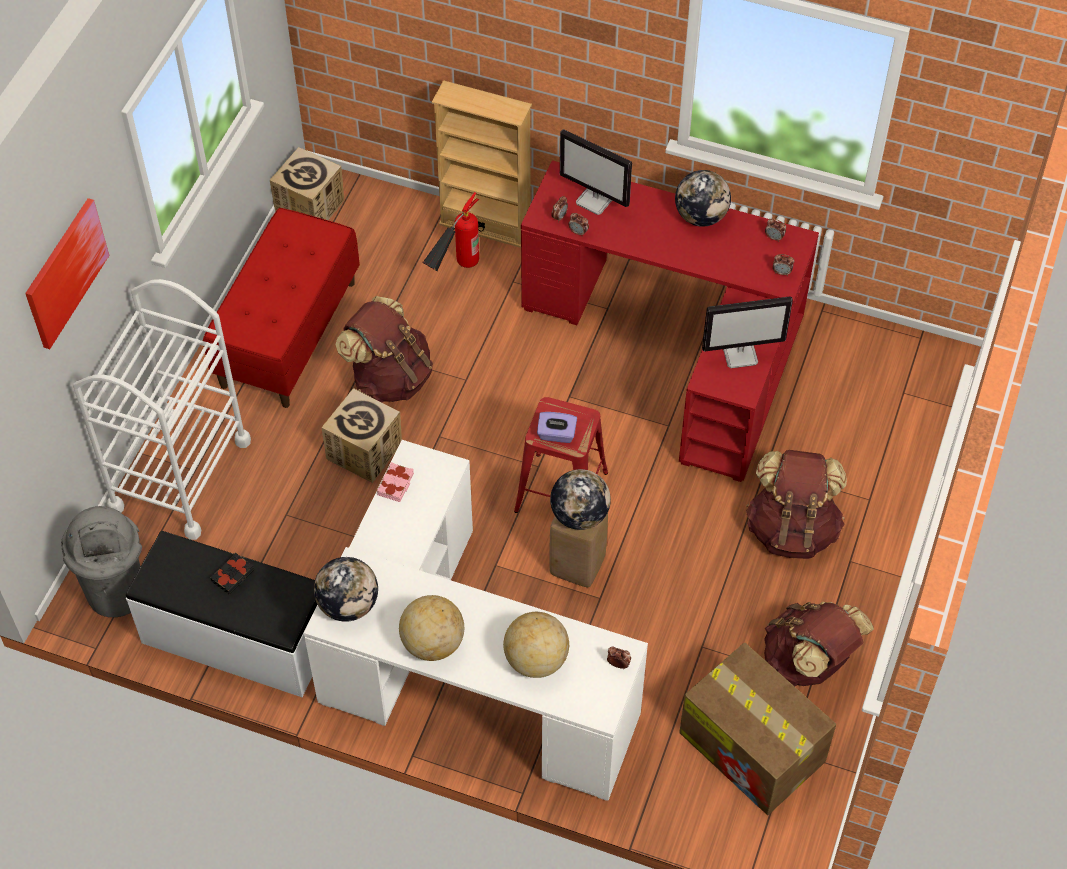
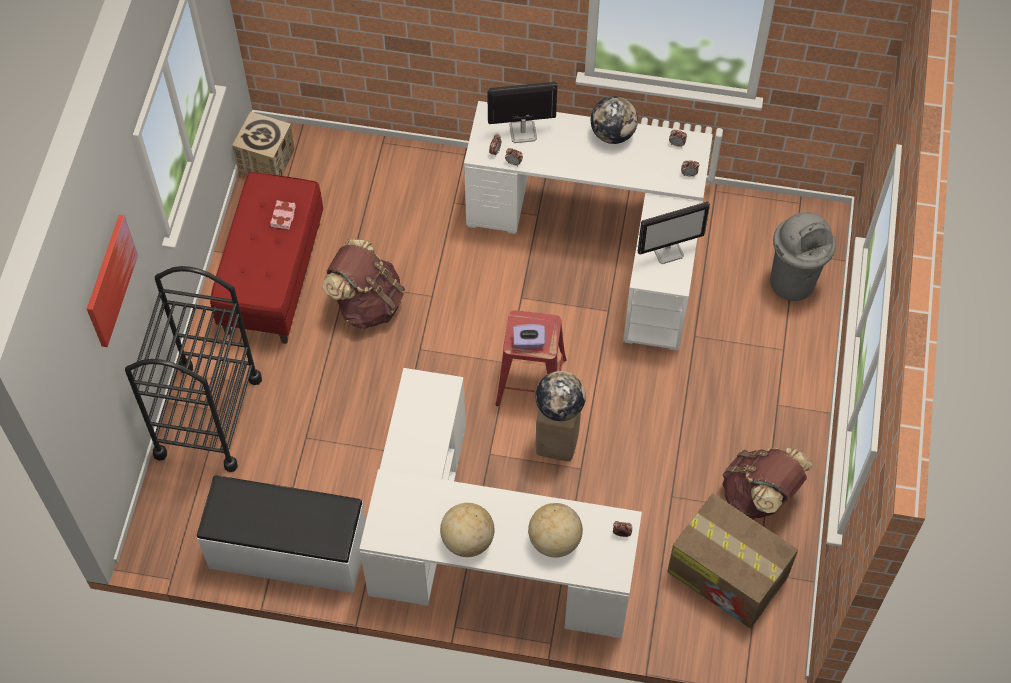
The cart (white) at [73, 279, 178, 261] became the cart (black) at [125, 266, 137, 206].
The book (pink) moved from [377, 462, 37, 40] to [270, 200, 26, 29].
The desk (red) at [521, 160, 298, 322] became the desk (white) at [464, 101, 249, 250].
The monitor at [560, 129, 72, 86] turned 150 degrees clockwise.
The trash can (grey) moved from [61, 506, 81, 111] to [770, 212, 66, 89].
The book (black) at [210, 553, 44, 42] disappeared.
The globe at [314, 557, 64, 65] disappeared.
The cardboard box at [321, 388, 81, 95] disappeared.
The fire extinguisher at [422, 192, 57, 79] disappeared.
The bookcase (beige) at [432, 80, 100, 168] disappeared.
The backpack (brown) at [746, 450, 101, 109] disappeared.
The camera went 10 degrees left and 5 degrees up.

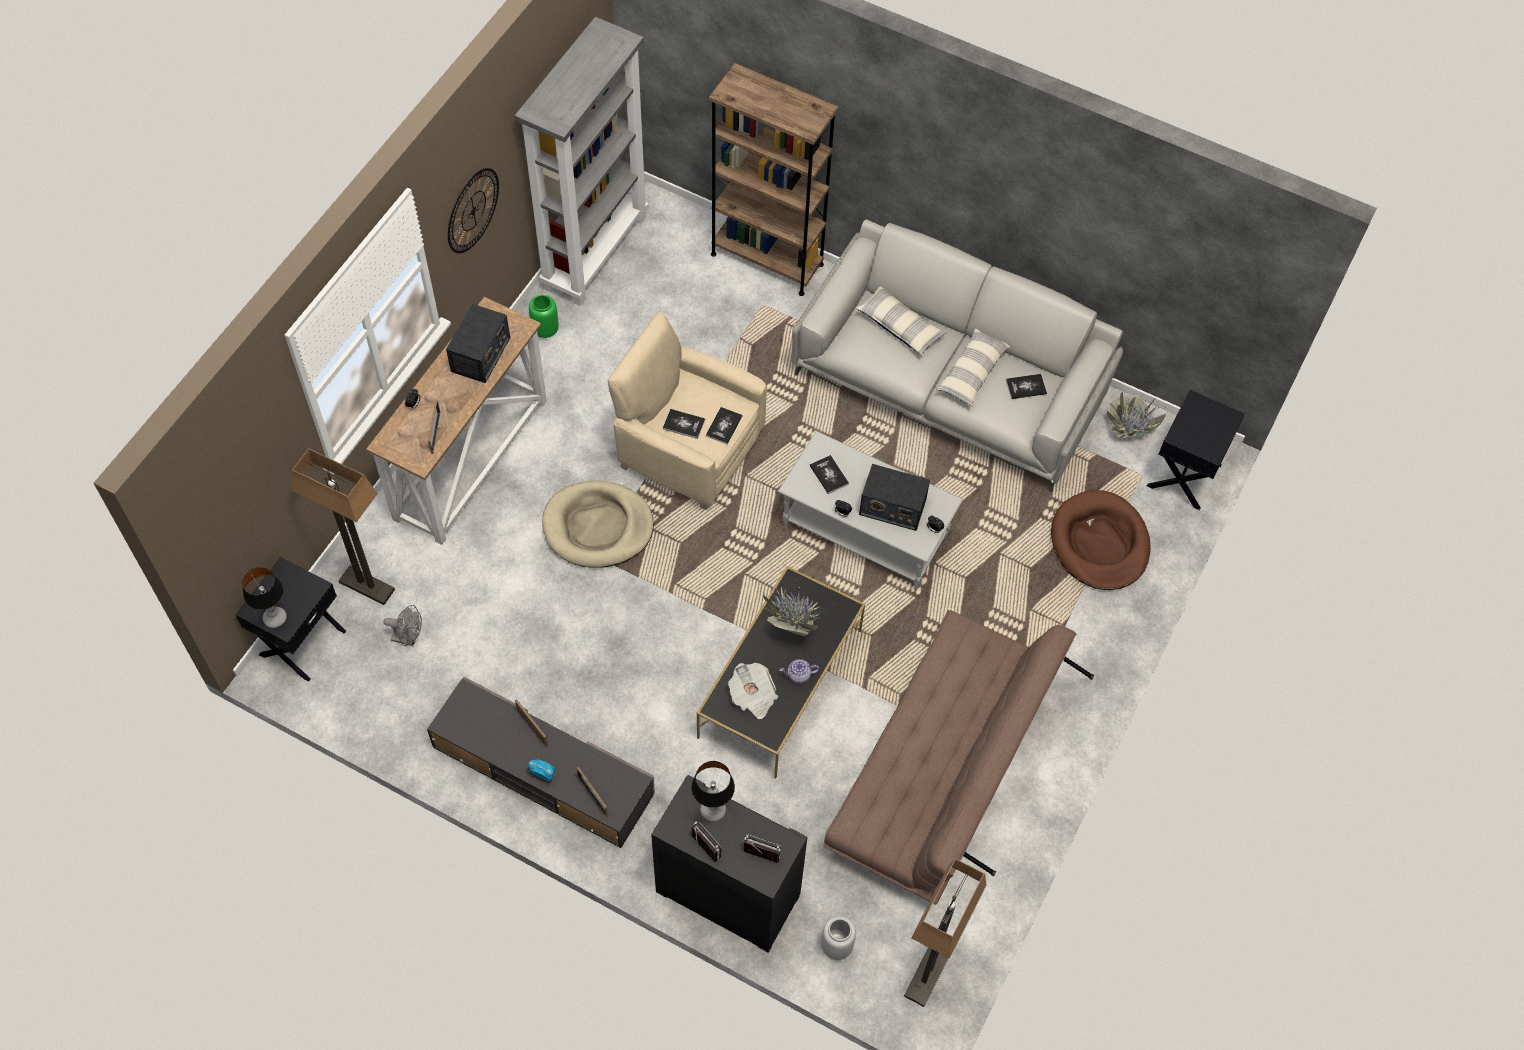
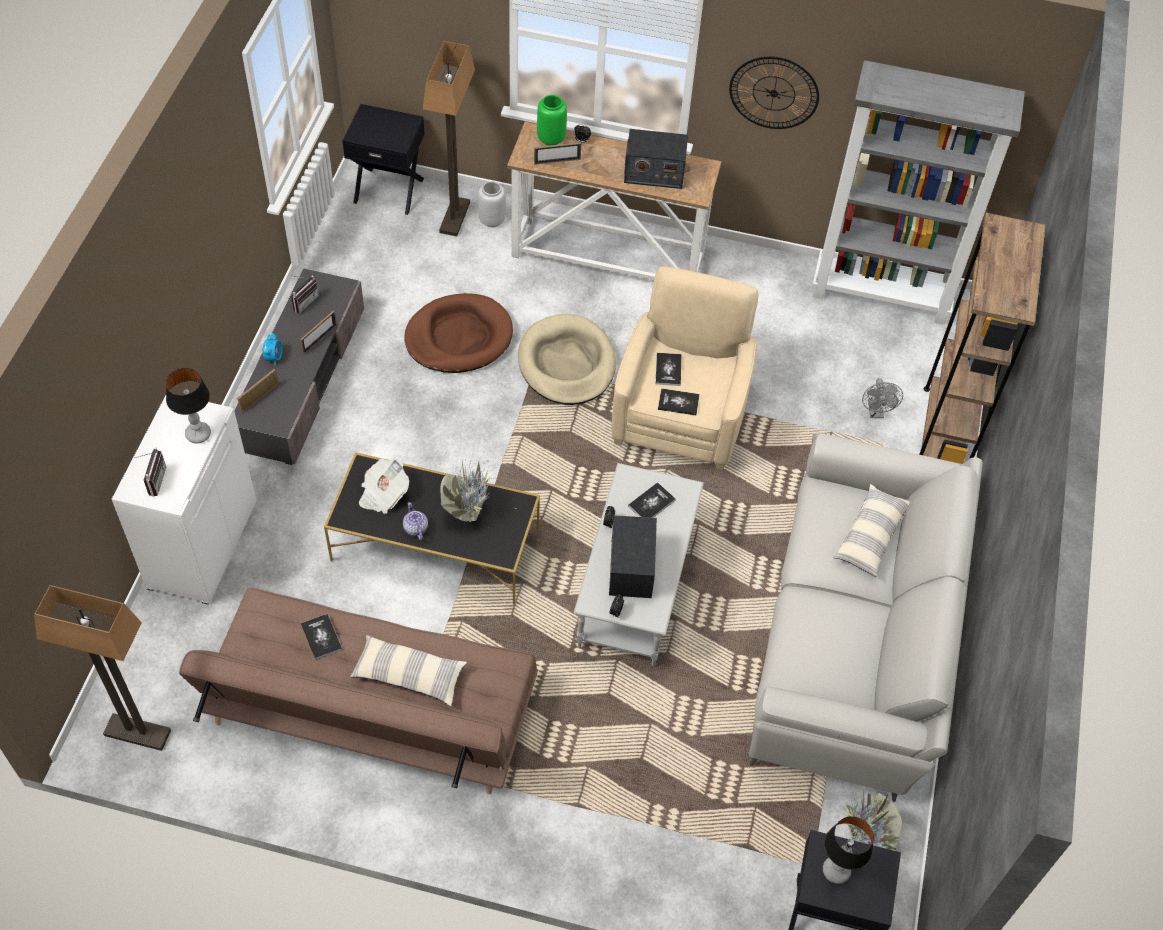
The cabinet (black) at [651, 775, 156, 178] became the cabinet (white) at [112, 395, 145, 210].
The radio moved from [691, 822, 30, 40] to [291, 276, 28, 38].
The book moved from [1006, 374, 41, 25] to [301, 614, 41, 46].
The pillow moved from [936, 328, 74, 79] to [350, 635, 117, 71].
The dog bed (brown) moved from [1051, 490, 100, 100] to [404, 293, 109, 80].
The vase (grey) moved from [821, 916, 35, 44] to [478, 181, 28, 46].
The vase (green) moved from [529, 295, 30, 43] to [537, 95, 30, 51].
The table lamp moved from [242, 567, 45, 61] to [823, 816, 51, 68].
The fan (grey) moved from [383, 605, 39, 41] to [862, 378, 41, 40].
The camera went 75 degrees right and 5 degrees down.

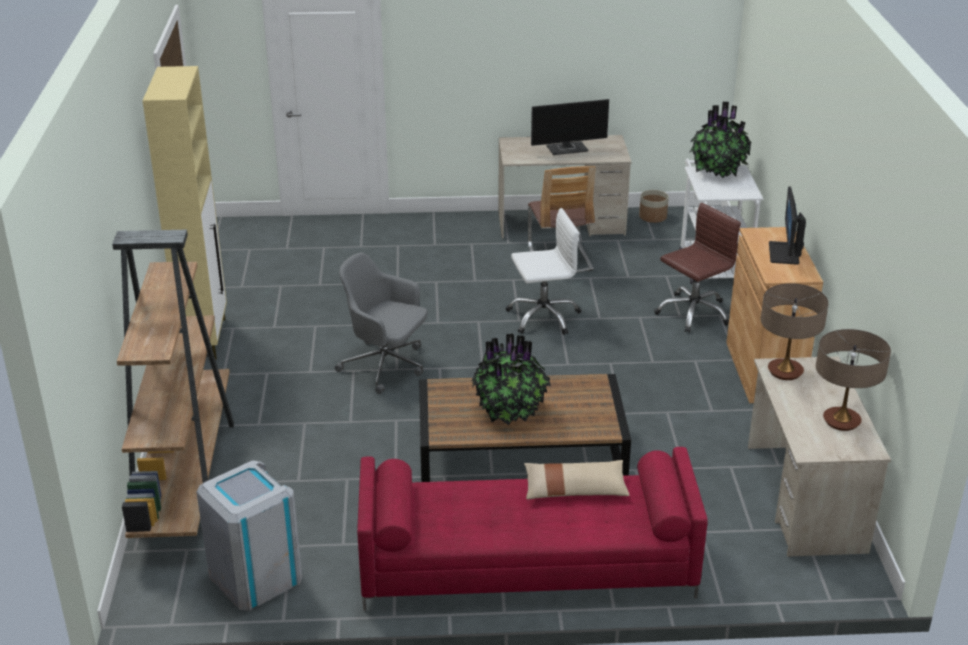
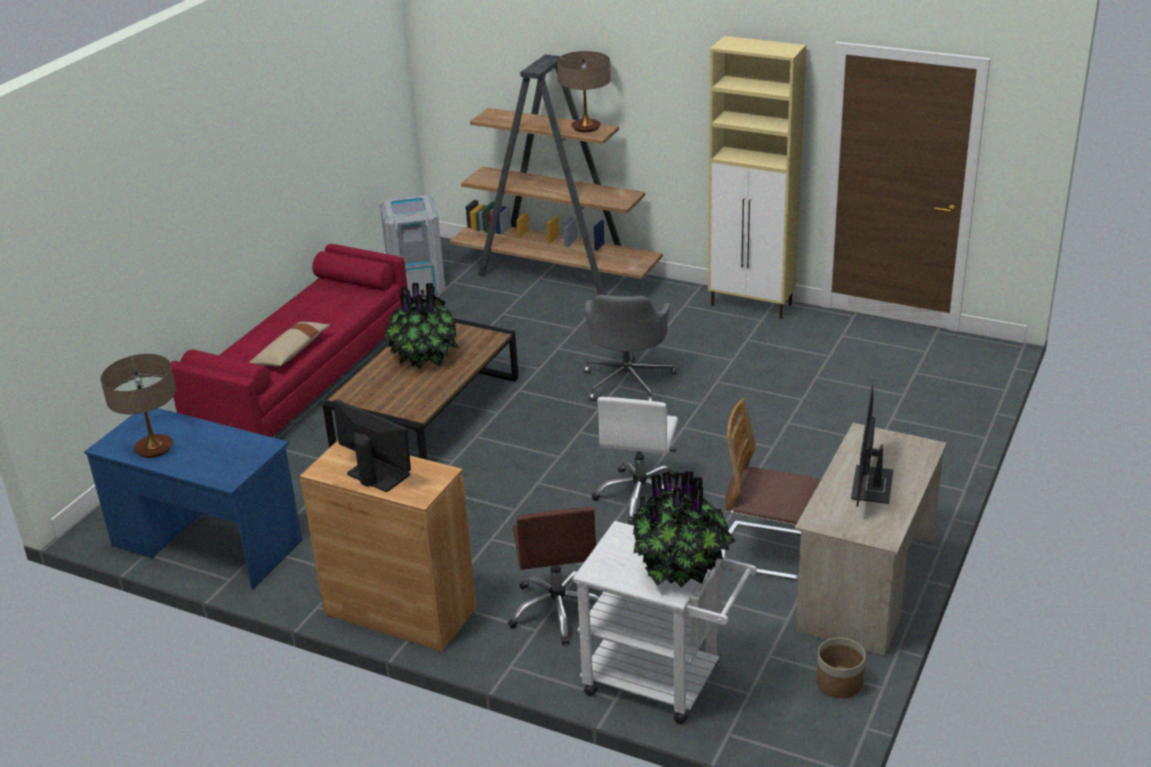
The desk (beige) at [748, 356, 143, 201] became the desk (blue) at [84, 408, 218, 182].
The table lamp moved from [761, 283, 68, 97] to [557, 51, 54, 81].
The office chair (grey) at [335, 253, 92, 141] turned 135 degrees clockwise.
The camera went 120 degrees right and 0 degrees up.

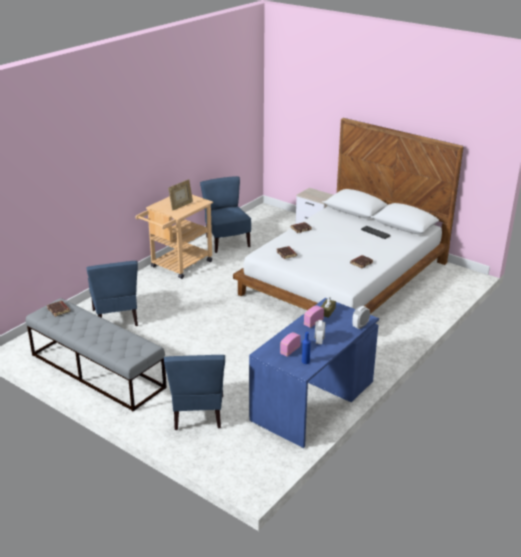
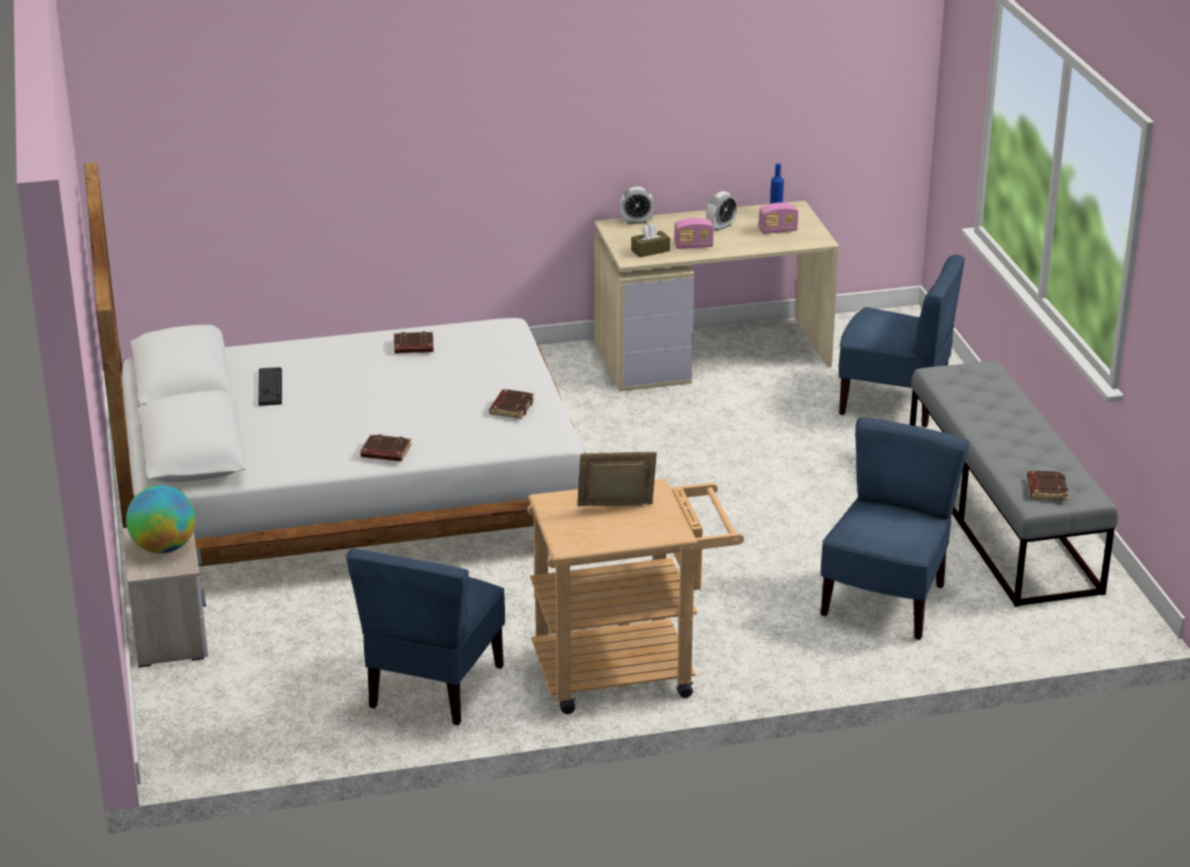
The globe at [126, 485, 70, 69] appeared.
The desk (blue) at [249, 298, 130, 150] became the desk (beige) at [594, 201, 245, 191].
The chair (blue) at [164, 355, 61, 75] turned 75 degrees clockwise.
The camera went 140 degrees left and 0 degrees up.

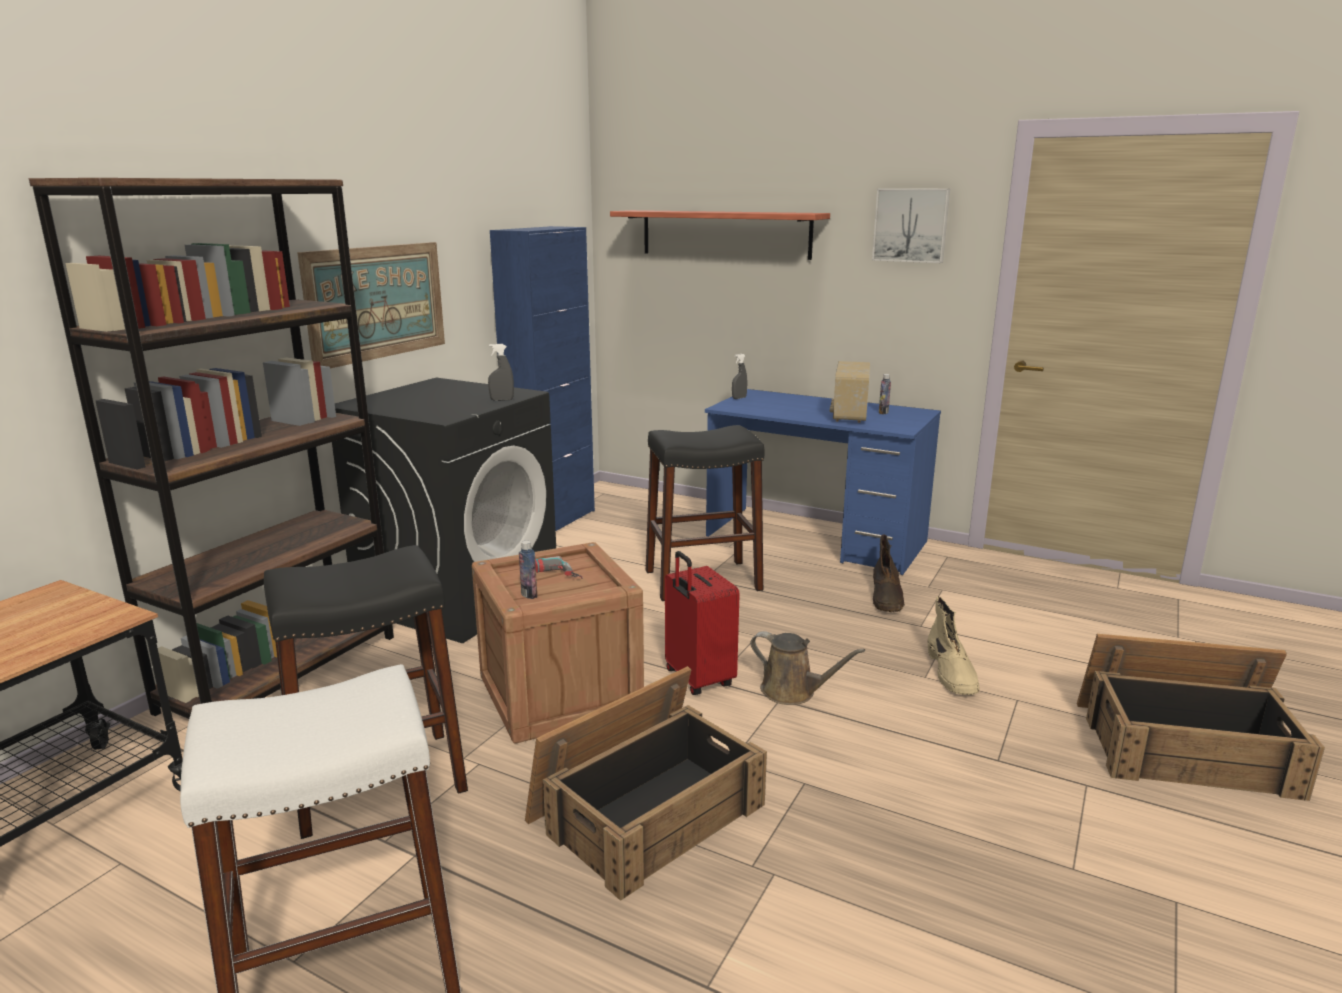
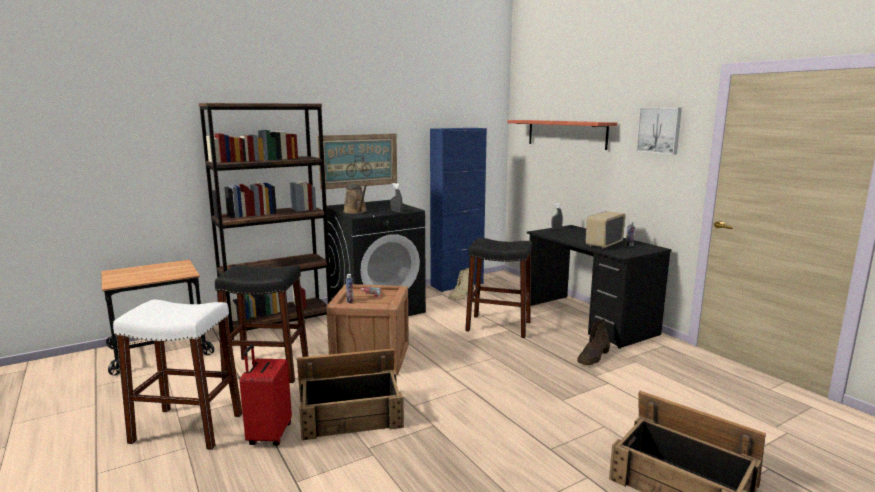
The suitcase (red) moved from [665, 551, 75, 144] to [240, 344, 52, 102].
The watering can (brown) moved from [750, 631, 115, 74] to [343, 184, 24, 30].
The boot (beige) moved from [928, 596, 52, 99] to [448, 268, 26, 32].
The desk (blue) at [705, 389, 236, 186] became the desk (black) at [527, 225, 145, 124].
The camera went 30 degrees right and 5 degrees down.

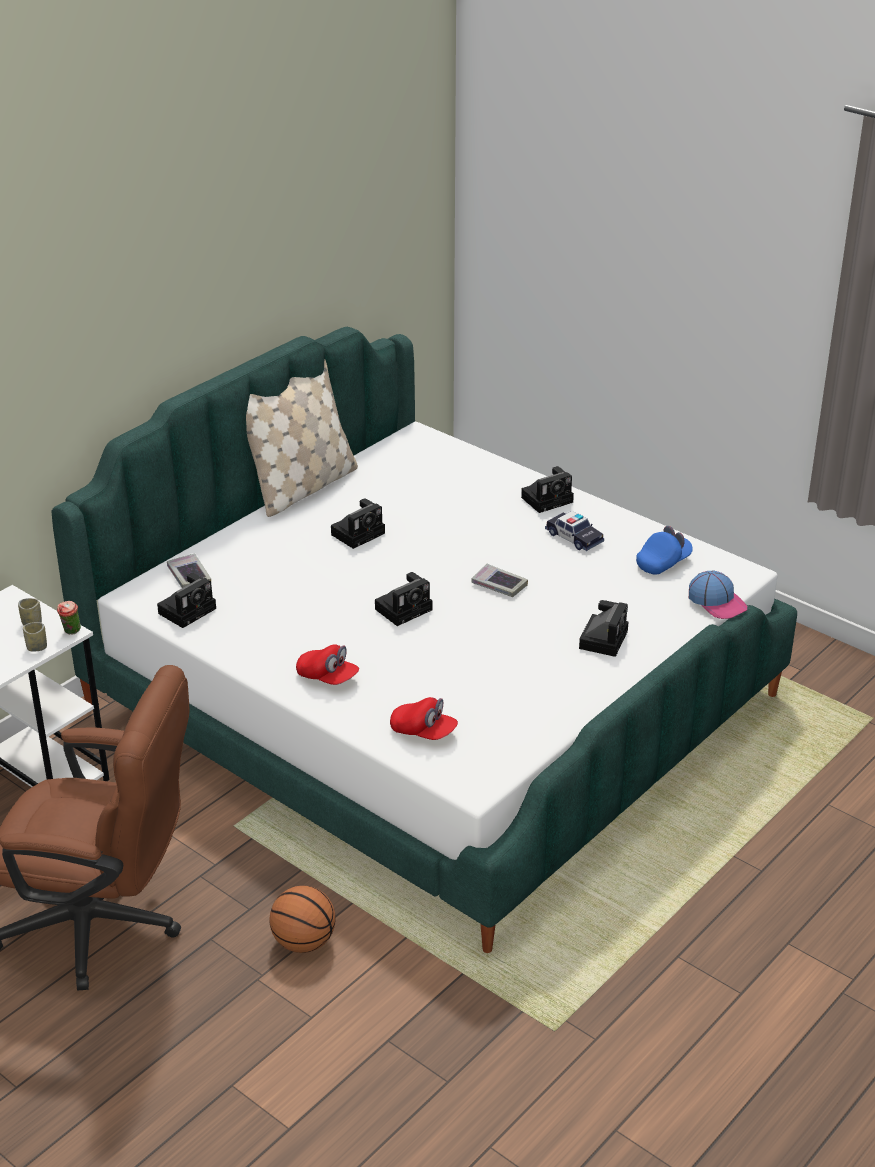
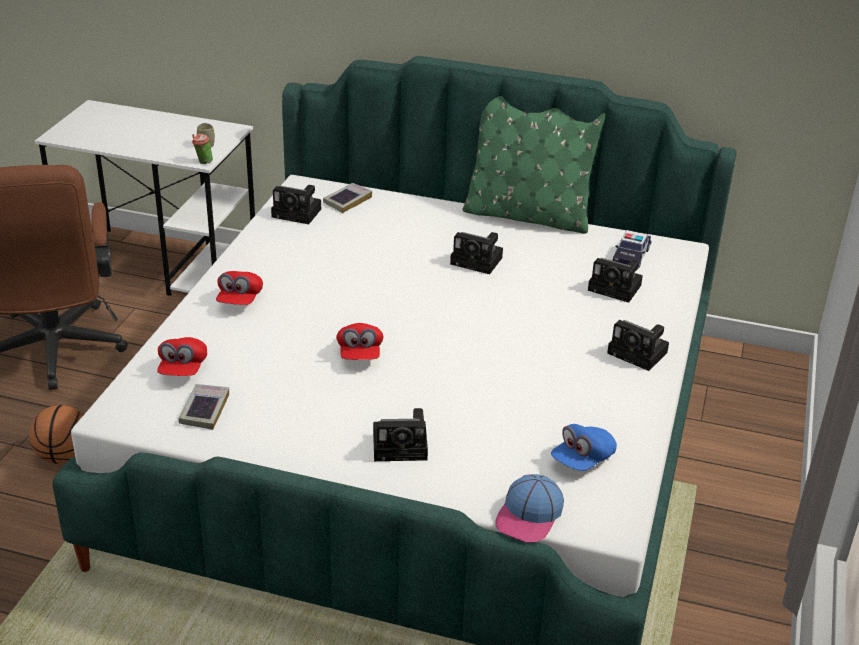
The book moved from [471, 564, 57, 33] to [179, 384, 50, 46].
The cap (red) at [336, 323, 47, 37] appeared.
The pillow (beige) at [246, 360, 112, 157] became the pillow (green) at [462, 96, 144, 138].
The cap (blue) at [636, 526, 57, 49] turned 105 degrees clockwise.
The photo camera moved from [375, 572, 58, 54] to [588, 258, 55, 45].
The toy car moved from [545, 511, 59, 40] to [612, 230, 39, 40].
The cup at [23, 622, 24, 29] disappeared.
The camera went 65 degrees right and 0 degrees up.

